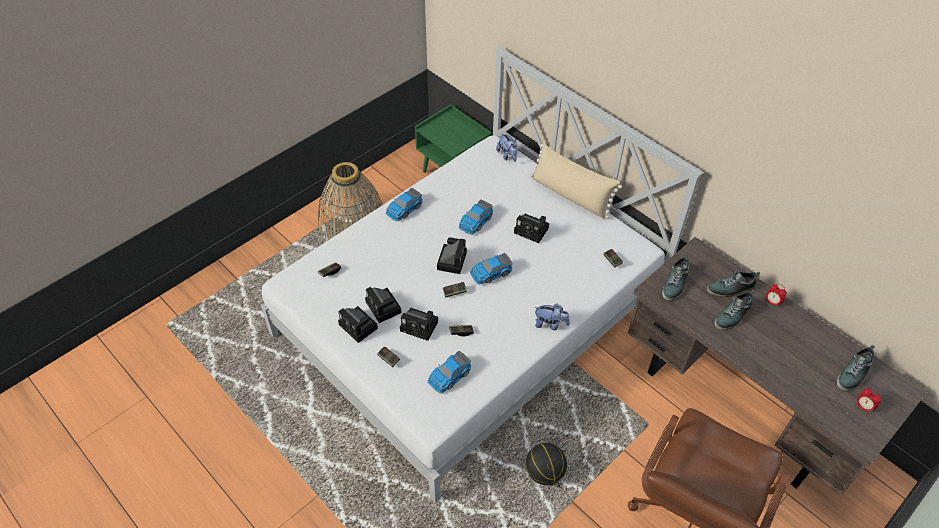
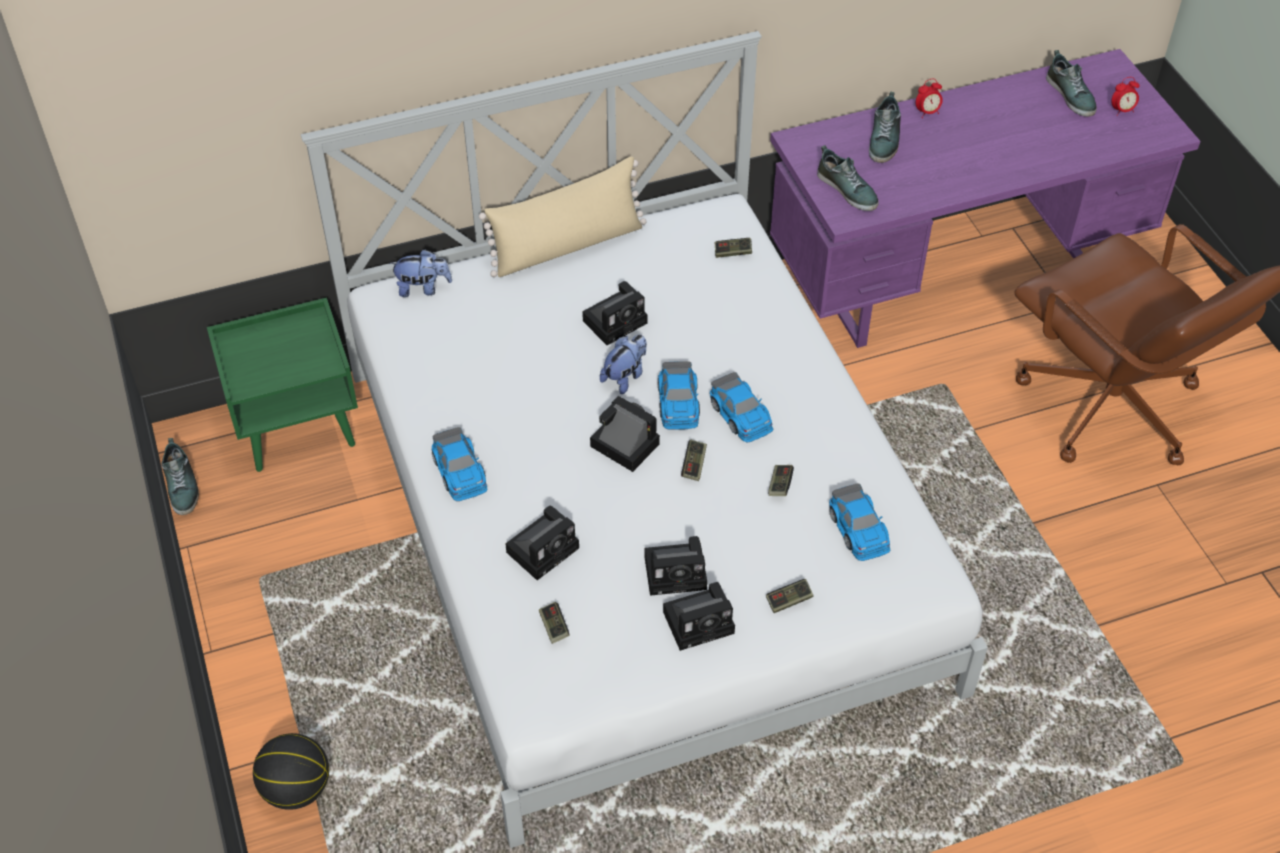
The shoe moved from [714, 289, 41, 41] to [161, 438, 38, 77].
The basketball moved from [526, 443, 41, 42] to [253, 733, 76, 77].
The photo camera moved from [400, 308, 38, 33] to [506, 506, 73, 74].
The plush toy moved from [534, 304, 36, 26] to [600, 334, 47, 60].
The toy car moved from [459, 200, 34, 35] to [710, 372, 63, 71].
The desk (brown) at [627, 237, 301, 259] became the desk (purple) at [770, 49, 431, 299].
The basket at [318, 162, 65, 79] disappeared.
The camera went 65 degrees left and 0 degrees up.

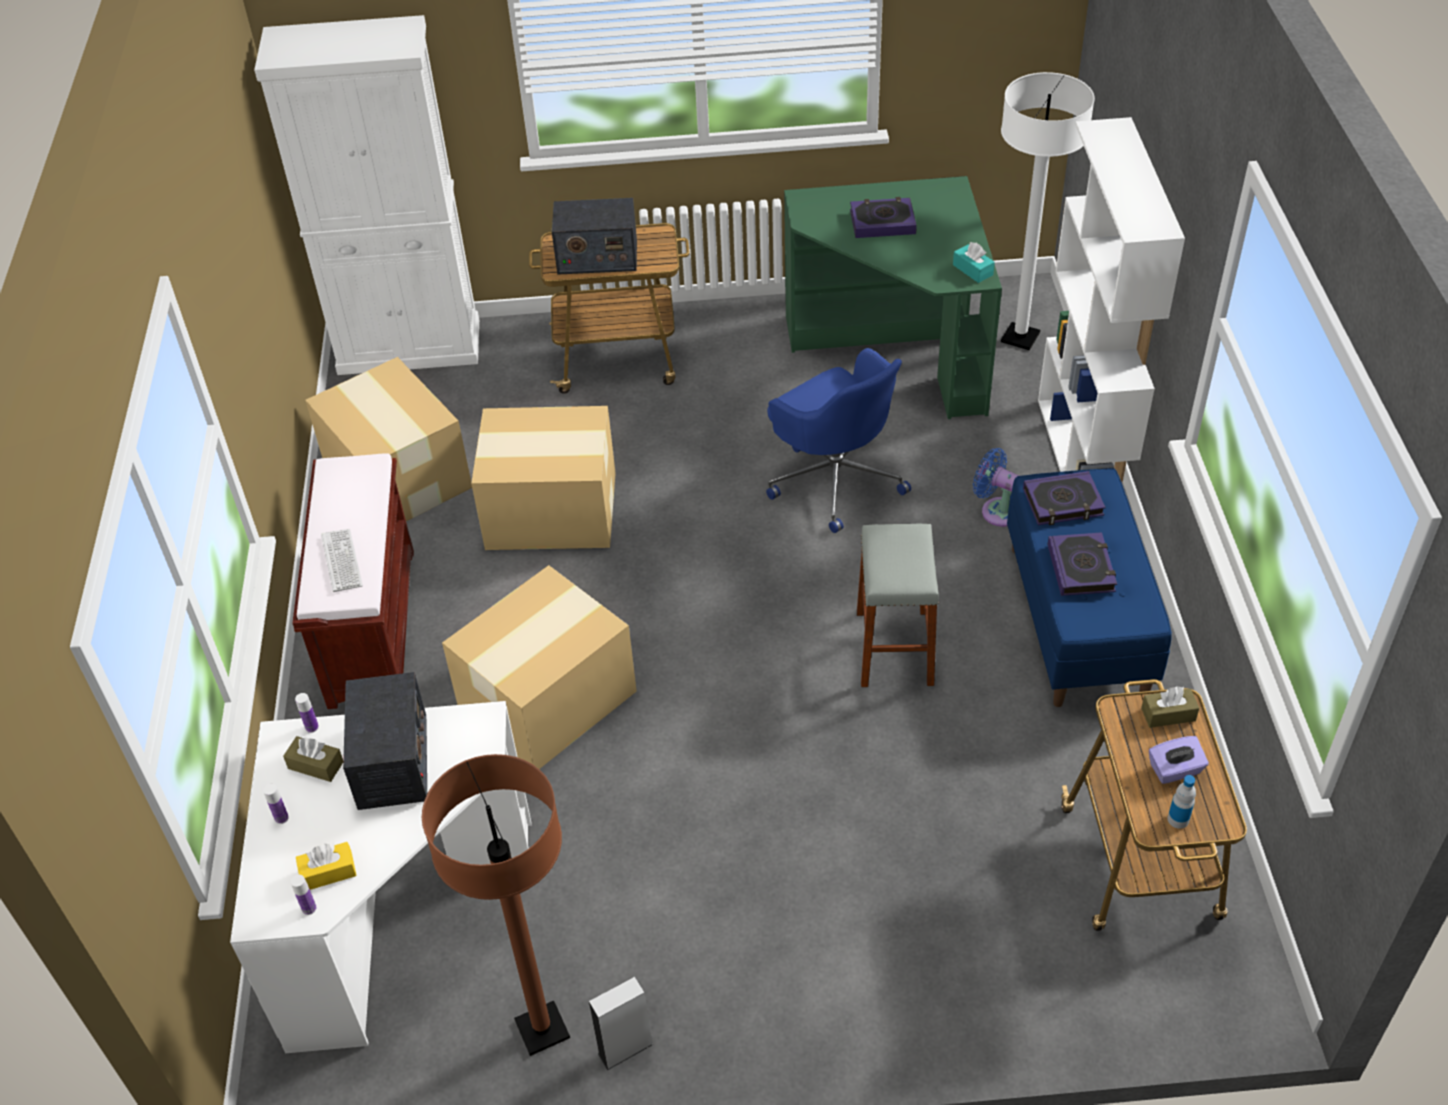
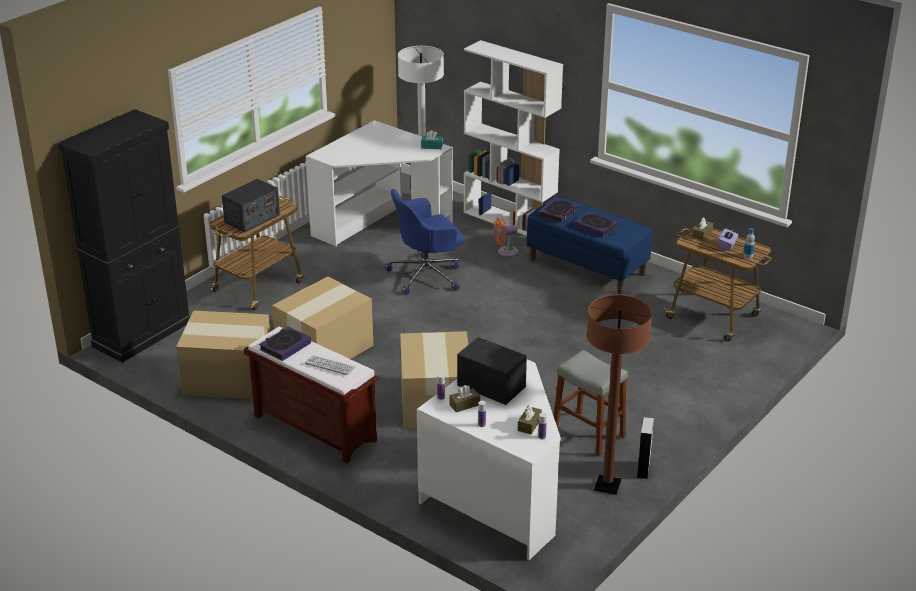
The cabinet (white) at [254, 15, 225, 360] became the cabinet (black) at [58, 109, 133, 254].
The book moved from [850, 197, 67, 41] to [259, 326, 52, 35].
The desk (green) at [784, 176, 218, 243] became the desk (white) at [306, 120, 147, 126].
The office chair (blue) at [766, 348, 145, 185] turned 150 degrees clockwise.
The fan (blue) at [973, 448, 46, 79] became the fan (orange) at [493, 217, 26, 40].
The tissue box (yellow) at [296, 842, 61, 48] became the tissue box (brown) at [518, 405, 24, 29].
The stool (grey) moved from [857, 524, 82, 163] to [554, 350, 74, 106].
The camera went 50 degrees left and 15 degrees down.

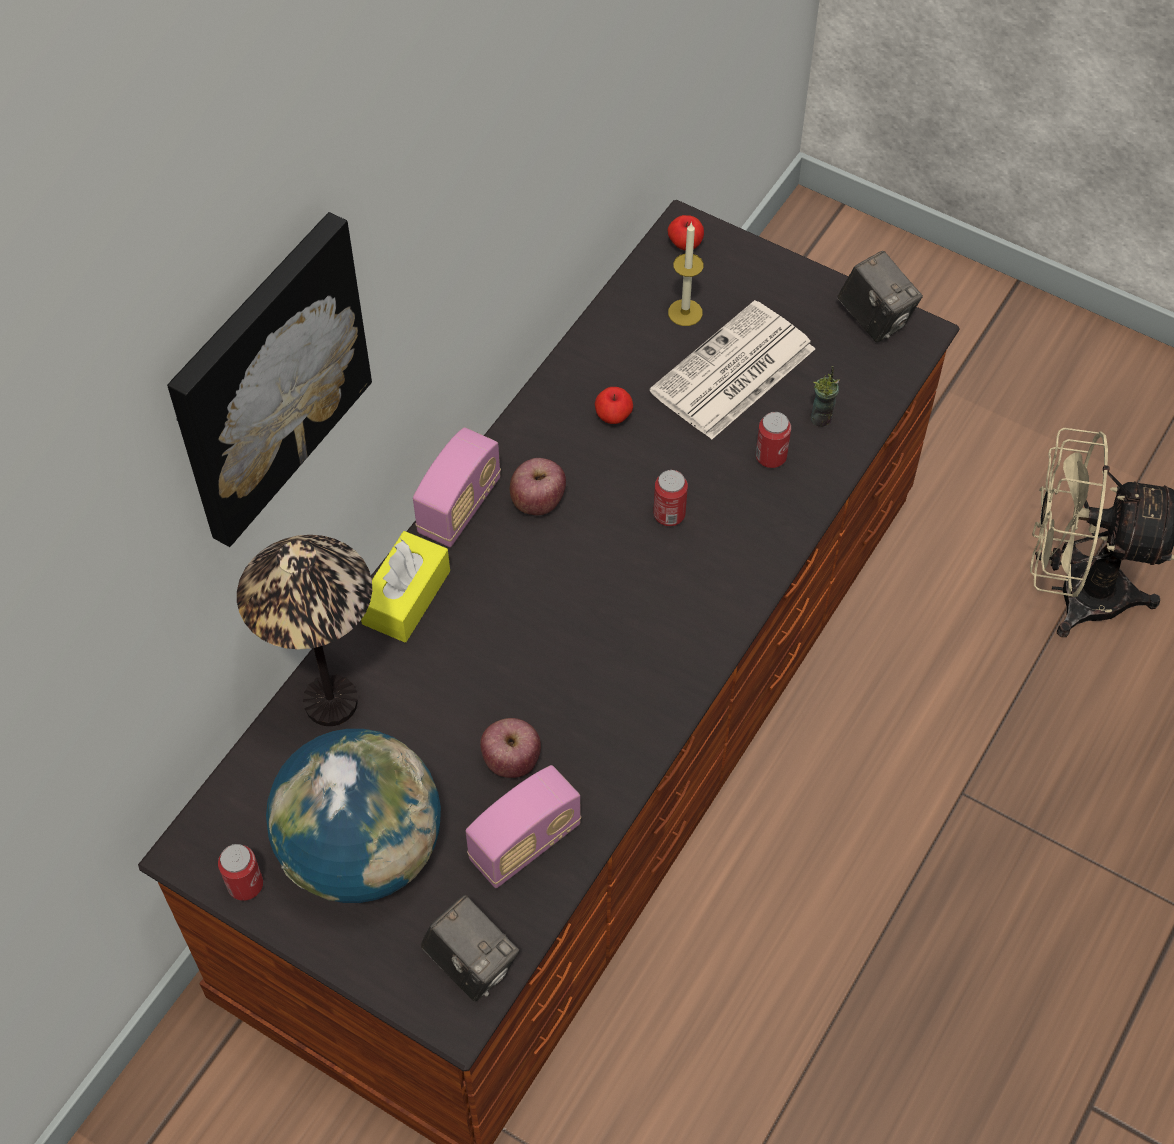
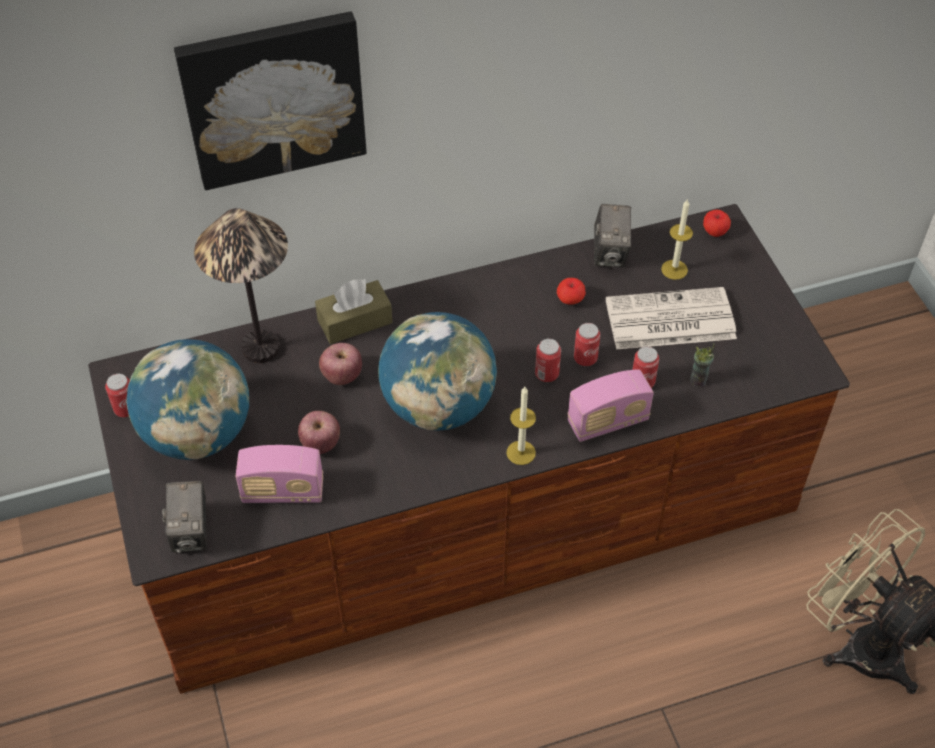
The tissue box (yellow) at [361, 531, 89, 111] became the tissue box (brown) at [315, 279, 77, 65].
The apple moved from [510, 458, 56, 57] to [319, 343, 43, 42].
The globe at [378, 312, 119, 119] appeared.
The candle at [506, 387, 30, 78] appeared.
The radio moved from [413, 427, 88, 120] to [567, 370, 87, 72].
The can at [574, 323, 26, 43] appeared.
The photo camera moved from [838, 251, 85, 92] to [594, 204, 37, 64].
The camera went 40 degrees right and 5 degrees down.

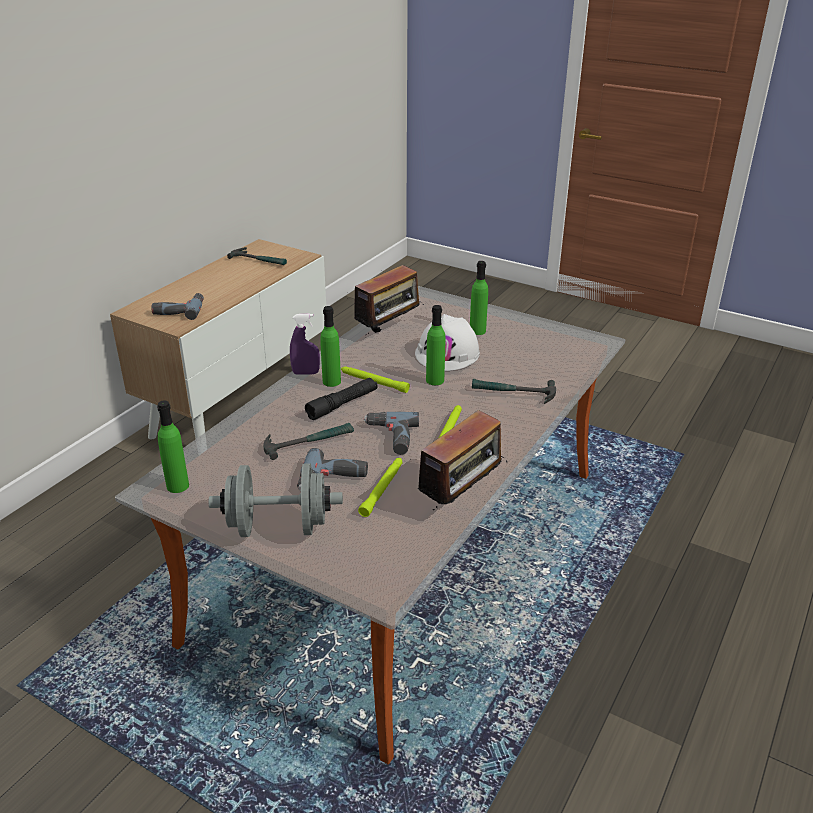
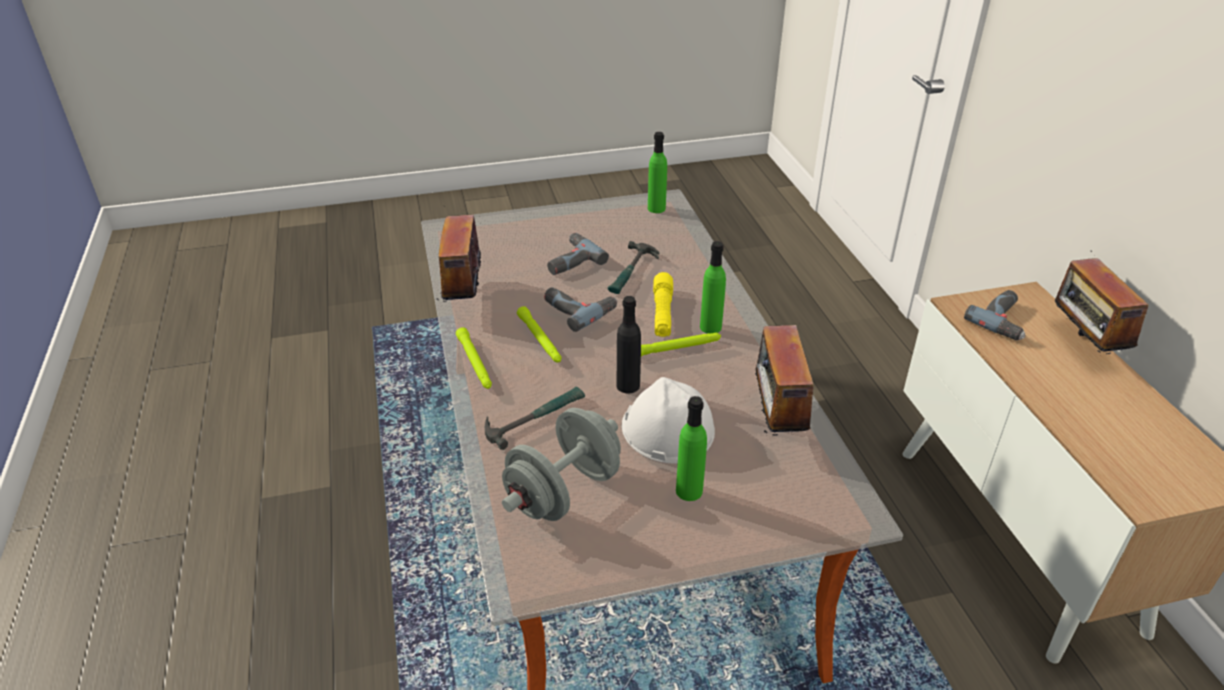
The flashlight (green) moved from [358, 458, 44, 59] to [456, 327, 36, 62].
The dumbbell (grey) moved from [208, 463, 135, 74] to [502, 408, 119, 113].
The bottle (green) at [426, 305, 19, 80] became the bottle (black) at [616, 296, 25, 97].
The flashlight (black) at [305, 378, 73, 42] became the flashlight (yellow) at [653, 272, 20, 65].
The radio at [1055, 251, 94, 103] appeared.
The hammer at [227, 247, 60, 18] disappeared.
The spray bottle (purple) at [290, 314, 30, 61] disappeared.
The camera went 135 degrees right and 5 degrees up.

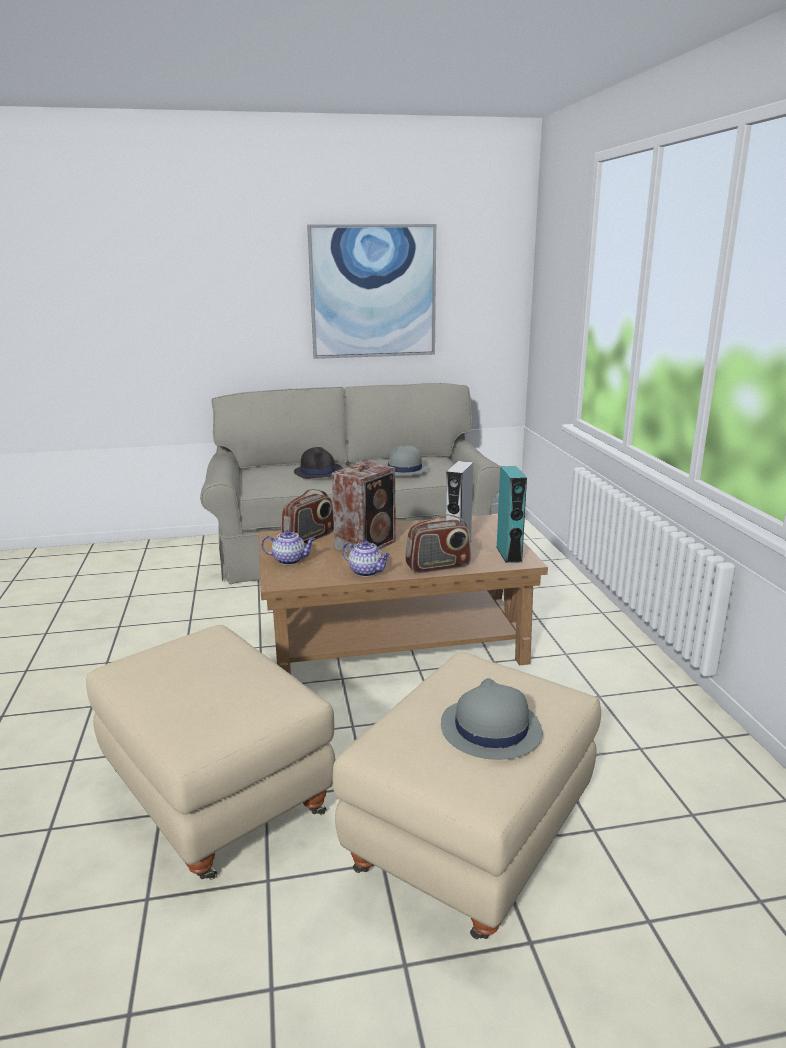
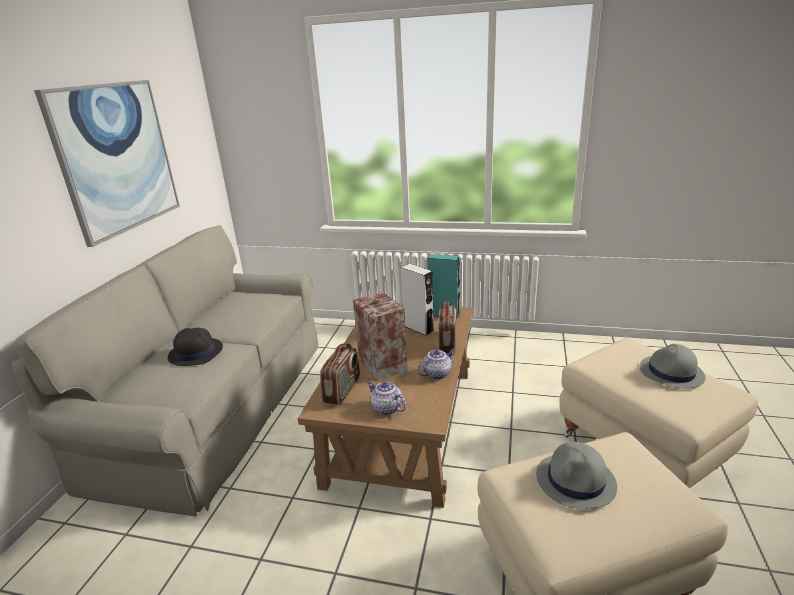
The radio at [281, 489, 53, 55] turned 45 degrees clockwise.
The teapot at [261, 530, 54, 35] turned 75 degrees counterclockwise.
The hat (grey) moved from [384, 446, 45, 29] to [536, 442, 81, 67].
The camera went 65 degrees left and 5 degrees up.

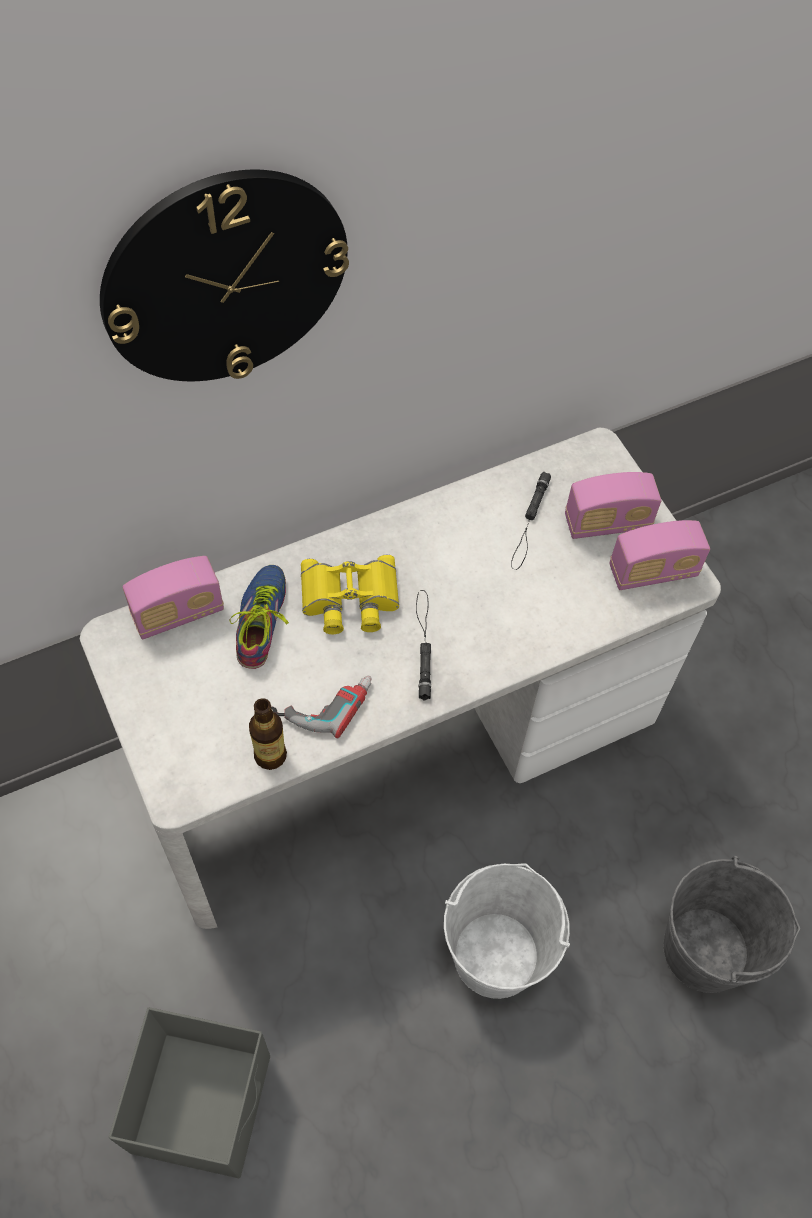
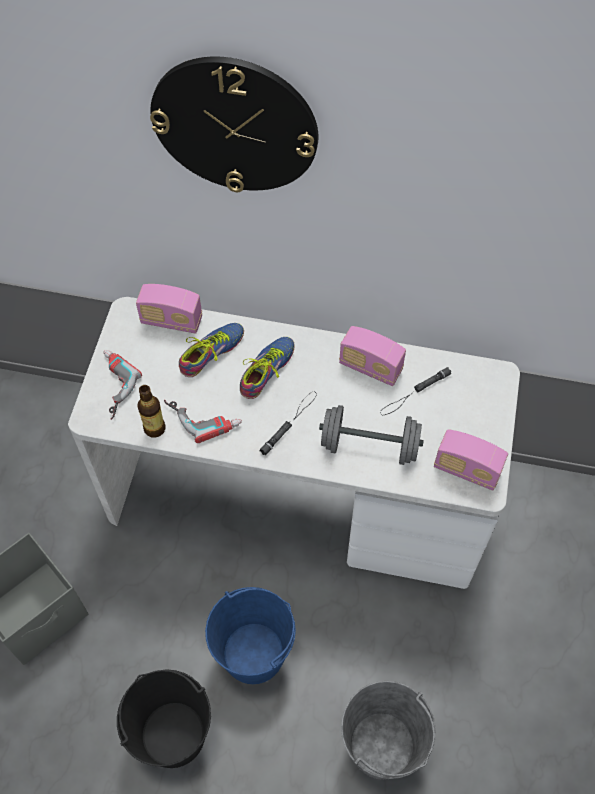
The power drill at [103, 350, 39, 70] appeared.
The bucket (black) at [117, 669, 94, 99] appeared.
The bucket (white) at [444, 863, 126, 136] became the bucket (blue) at [205, 587, 91, 97].
The binoculars (yellow) at [301, 555, 98, 79] was replaced by the shoe at [240, 337, 55, 62].
The dumbbell (grey) at [319, 405, 105, 60] appeared.
The radio moved from [565, 472, 96, 67] to [339, 326, 67, 60].
The camera went 40 degrees right and 0 degrees up.

